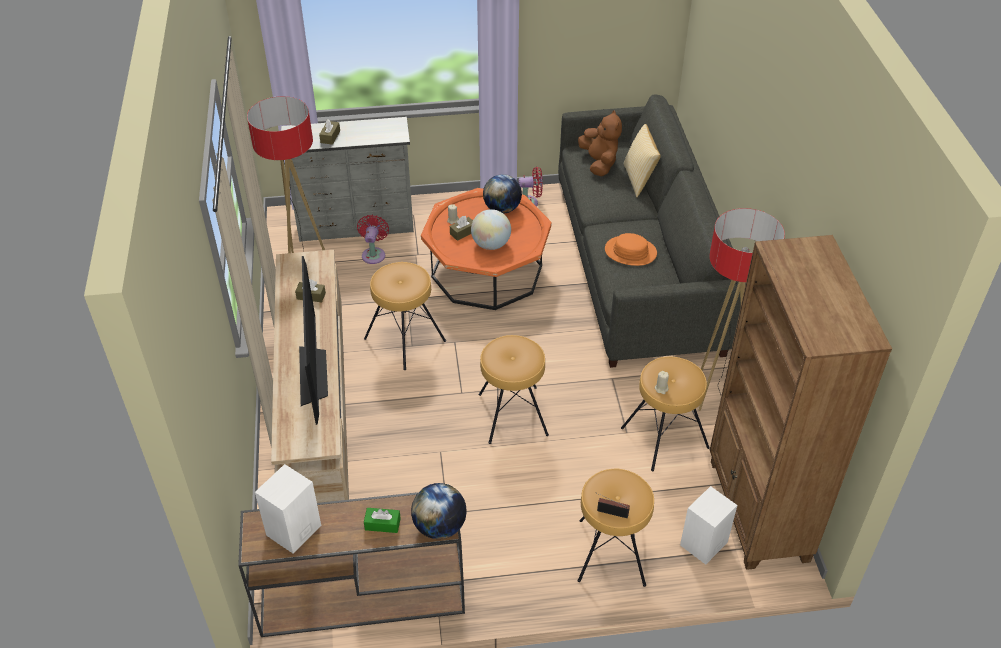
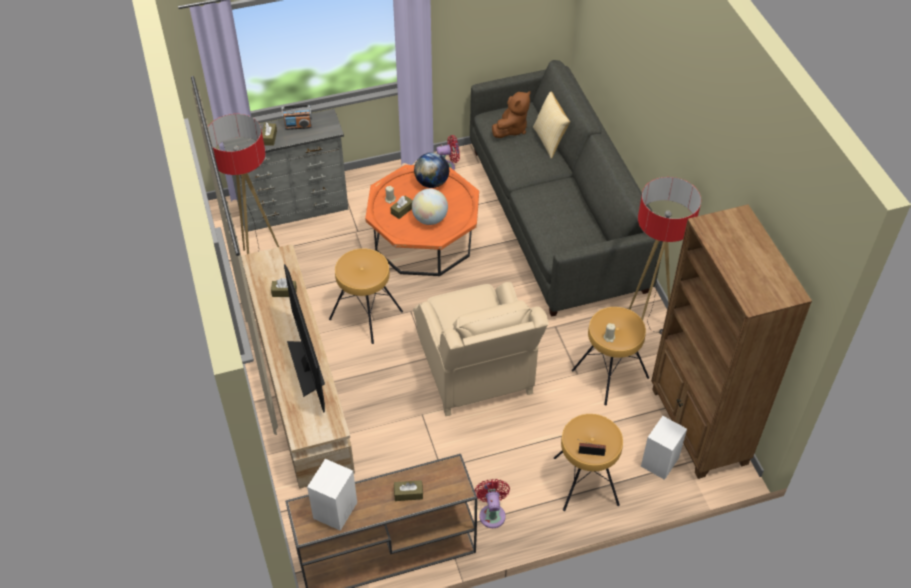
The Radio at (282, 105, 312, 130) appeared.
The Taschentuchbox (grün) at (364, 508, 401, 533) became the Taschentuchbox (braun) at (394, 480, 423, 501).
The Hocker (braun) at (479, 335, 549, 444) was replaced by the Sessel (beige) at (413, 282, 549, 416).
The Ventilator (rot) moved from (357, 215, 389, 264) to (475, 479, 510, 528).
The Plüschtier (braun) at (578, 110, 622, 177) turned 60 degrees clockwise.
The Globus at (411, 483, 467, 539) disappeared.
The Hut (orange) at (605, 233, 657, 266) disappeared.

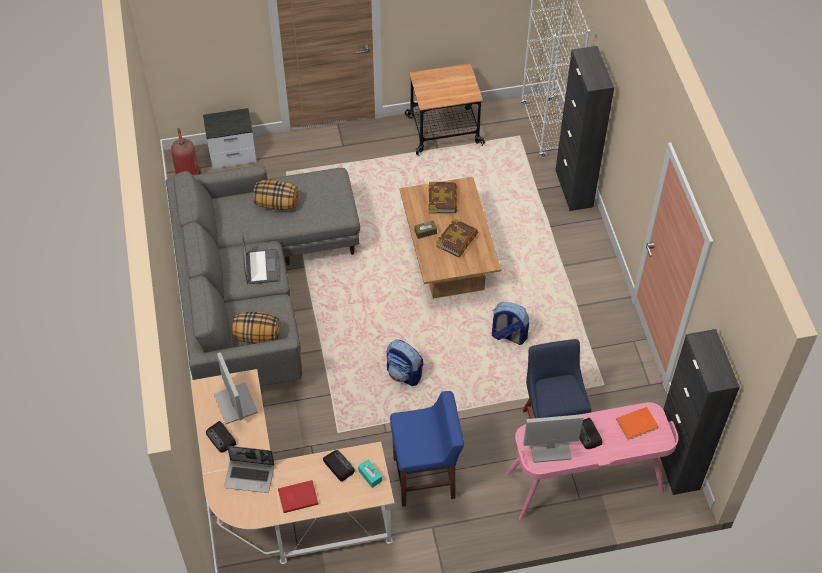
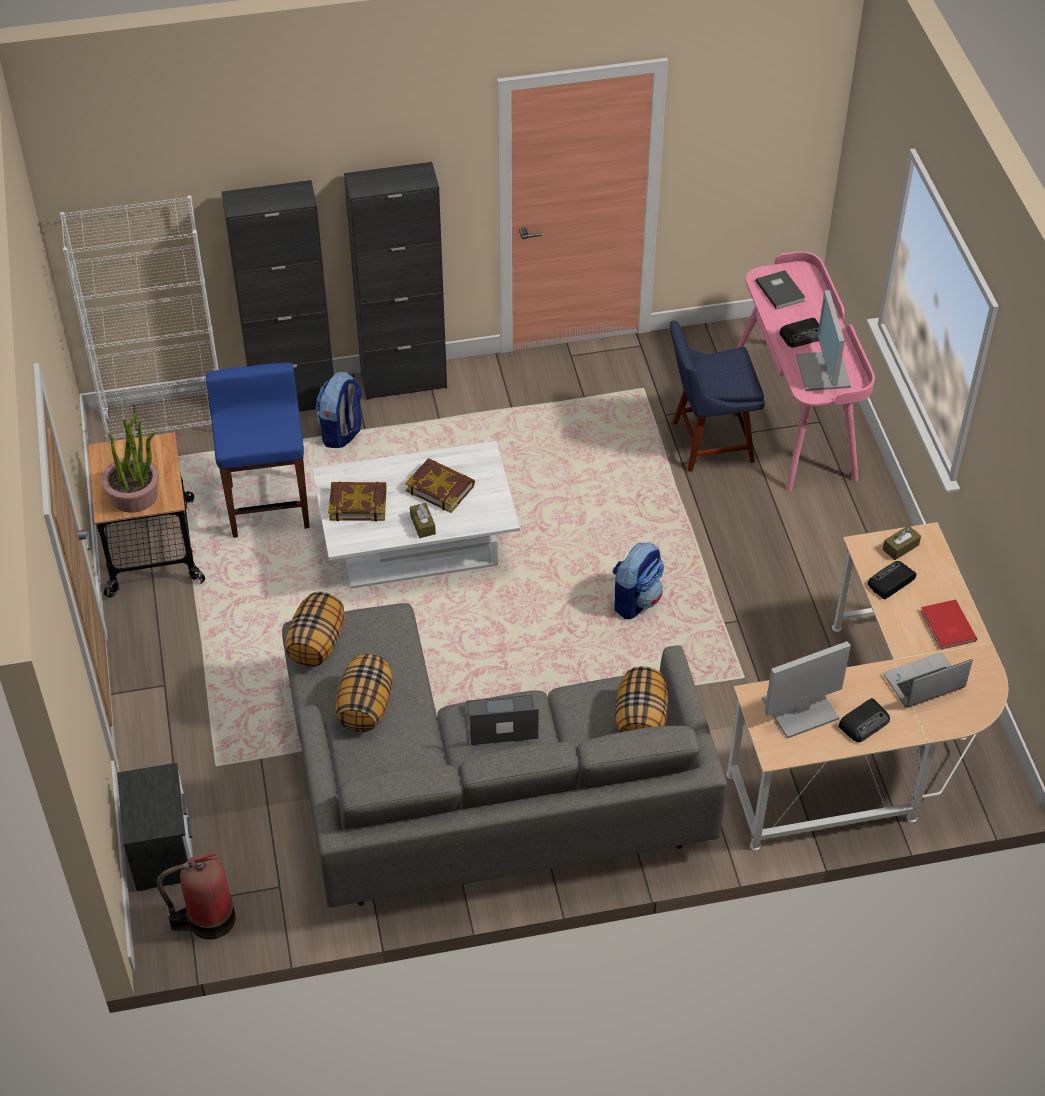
The Topfpflanze at (101, 413, 159, 513) appeared.
The Hocker (blau) moved from (390, 391, 464, 507) to (206, 363, 310, 538).
The Kissen at (286, 592, 345, 667) appeared.
The Couchtisch (braun) at (400, 177, 501, 299) became the Couchtisch (weiß) at (312, 441, 520, 589).
The Rucksack moved from (492, 302, 529, 345) to (316, 372, 362, 448).
The Schrank (schwarz) moved from (660, 329, 740, 495) to (344, 162, 447, 400).
The Buch (orange) at (616, 407, 659, 440) became the Buch (grau) at (756, 270, 806, 309).
The Taschentuchbox (türkis) at (358, 460, 382, 488) became the Taschentuchbox (braun) at (883, 525, 921, 560).
The Laptop at (224, 446, 274, 493) turned 120 degrees counterclockwise.

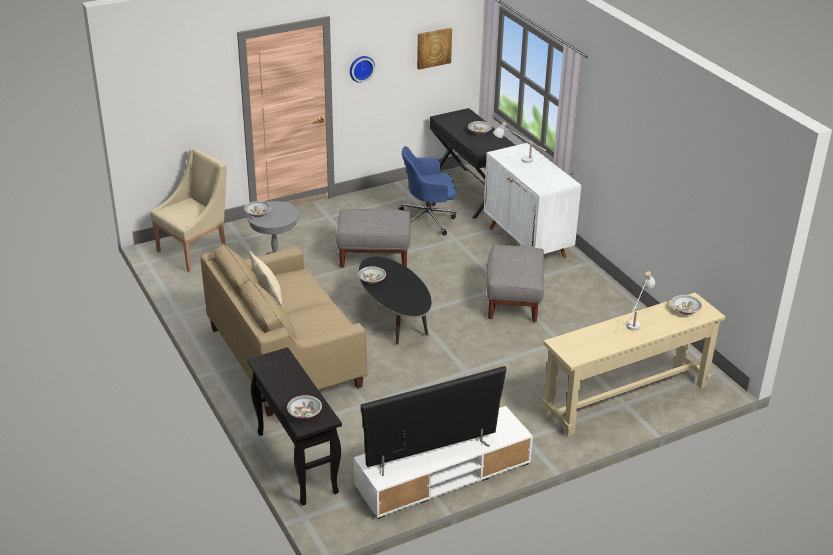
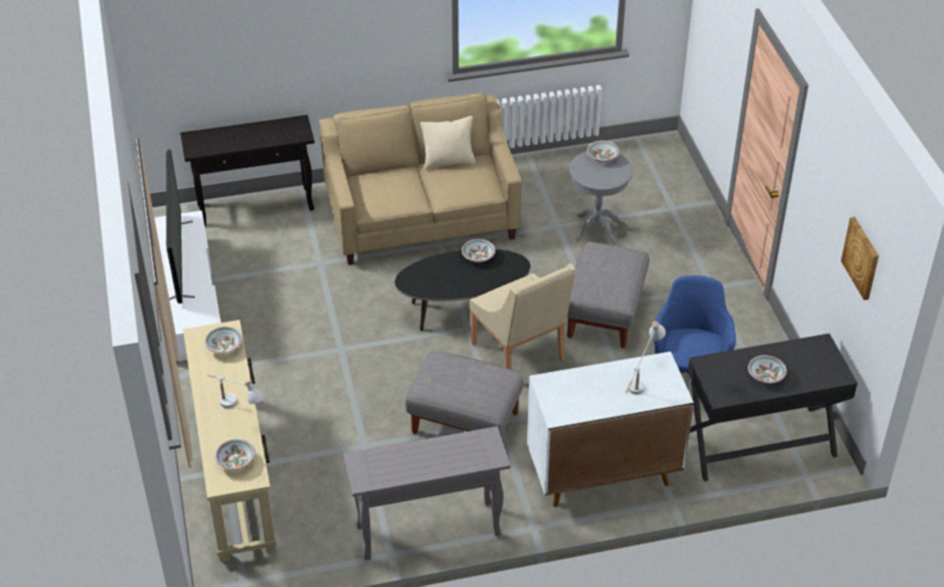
The Schüssel moved from (287, 395, 322, 419) to (205, 327, 242, 354).
The Konsolentisch (grau) at (343, 426, 510, 560) appeared.
The Sessel (beige) moved from (151, 148, 227, 272) to (469, 263, 576, 370).
The Wanduhr at (350, 56, 375, 83) disappeared.

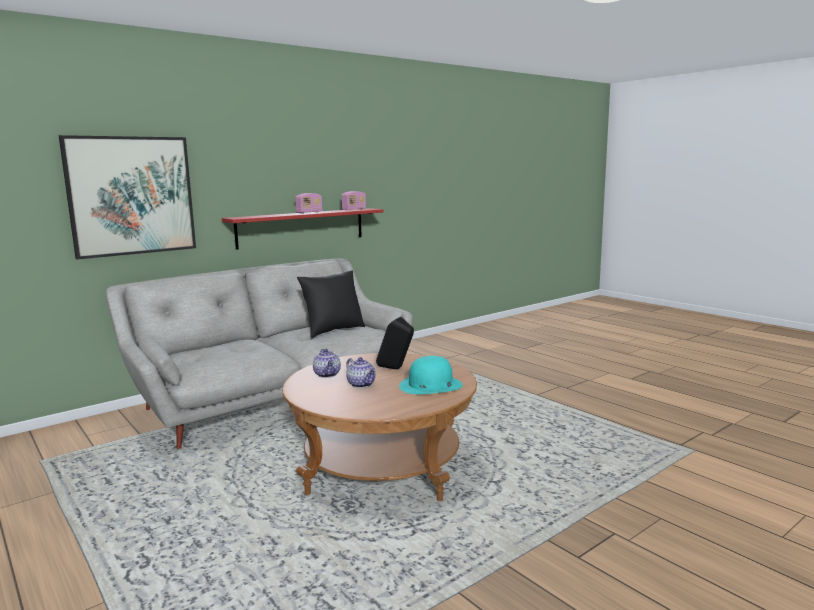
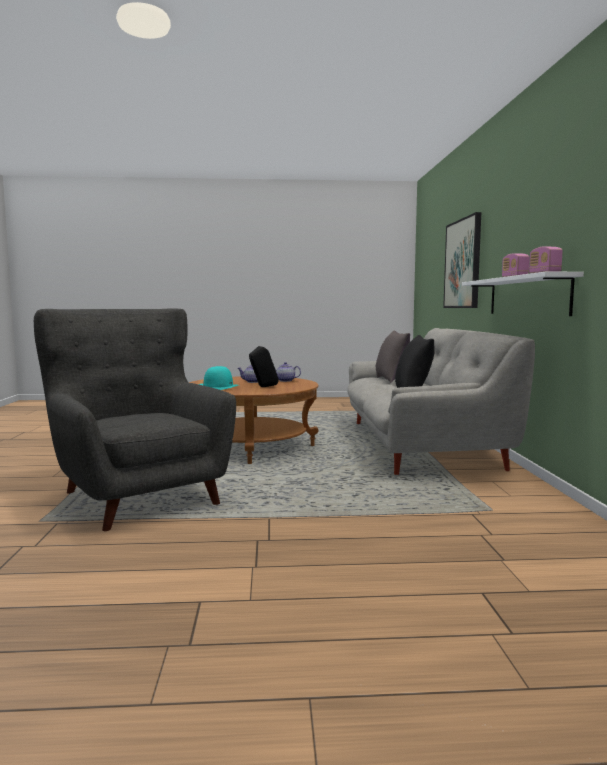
The Sessel (grau) at (34, 309, 236, 531) appeared.
The Kissen (grau) at (376, 331, 410, 383) appeared.
The Wandregal (rot) at (222, 208, 383, 250) became the Wandregal (weiß) at (462, 272, 584, 316).

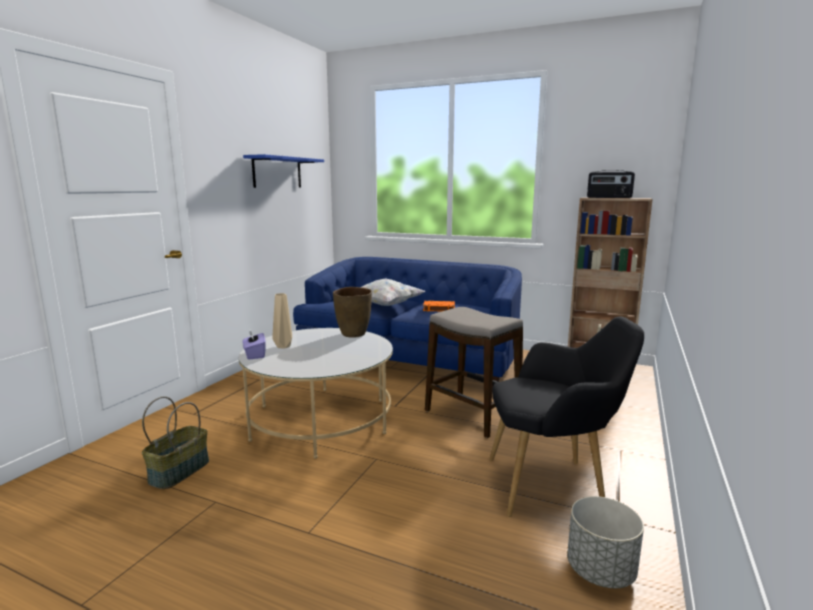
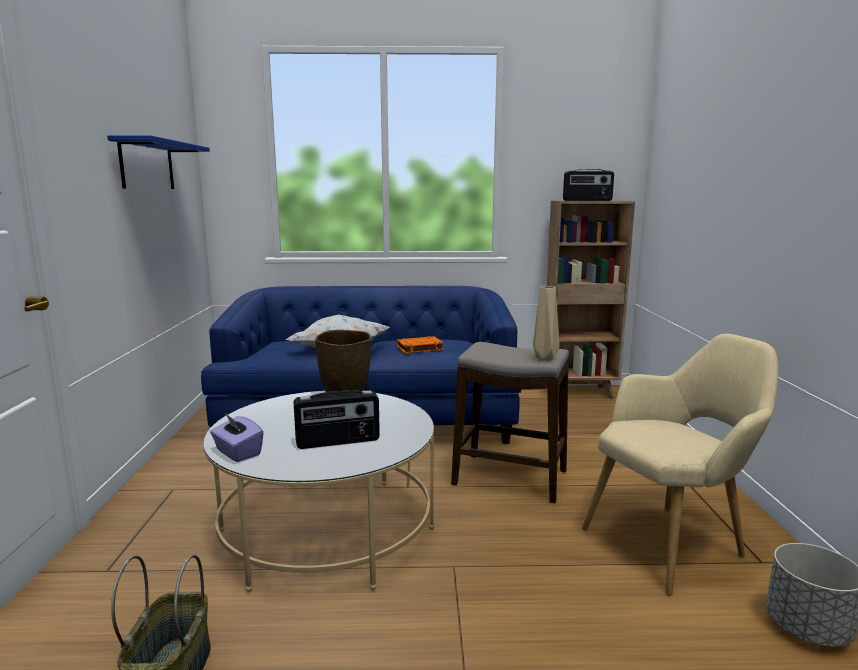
The Radio at (294, 390, 380, 449) appeared.
The Vase (beige) moved from (272, 293, 292, 349) to (533, 286, 560, 360).
The Sessel (schwarz) at (489, 317, 644, 517) became the Sessel (beige) at (582, 334, 778, 596).

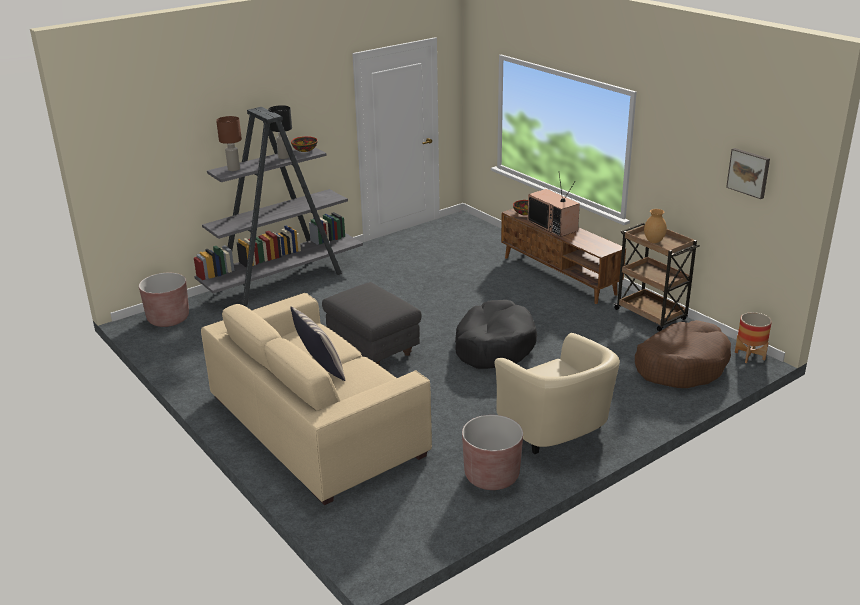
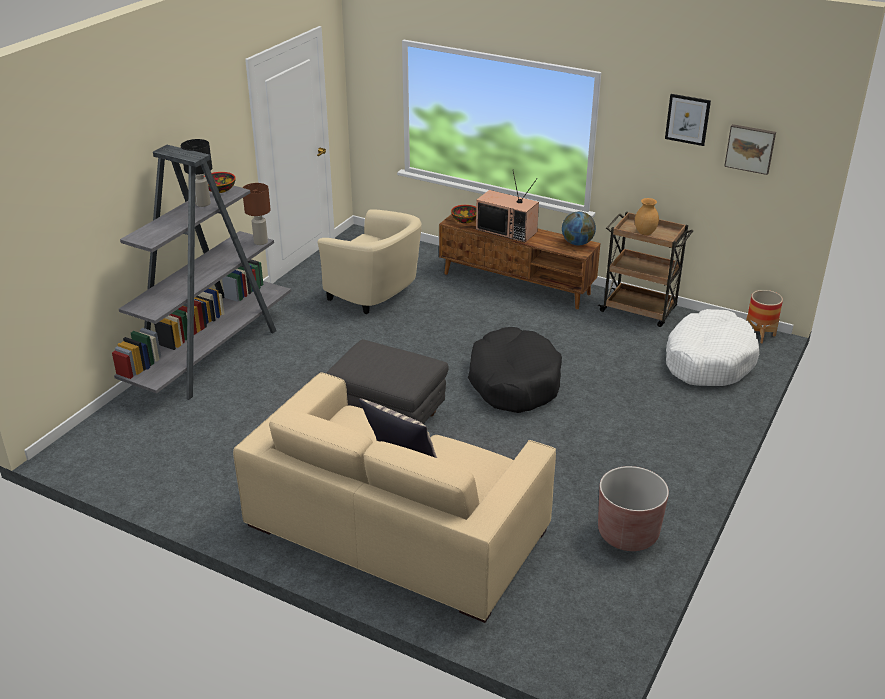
The Tischlampe (braun) moved from (216, 116, 242, 171) to (243, 183, 271, 245).
The Sessel (beige) moved from (495, 333, 620, 454) to (318, 209, 422, 314).
The Globus at (562, 211, 596, 245) appeared.
The Bild at (665, 94, 711, 146) appeared.
The Hundebett (braun) at (635, 320, 731, 388) became the Hundebett (weiß) at (666, 309, 759, 386).
The Pflanzkübel (braun) at (139, 273, 189, 327) disappeared.

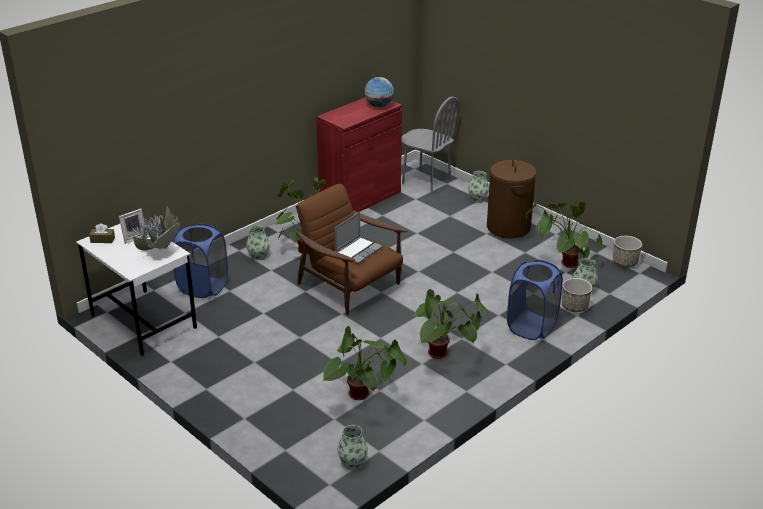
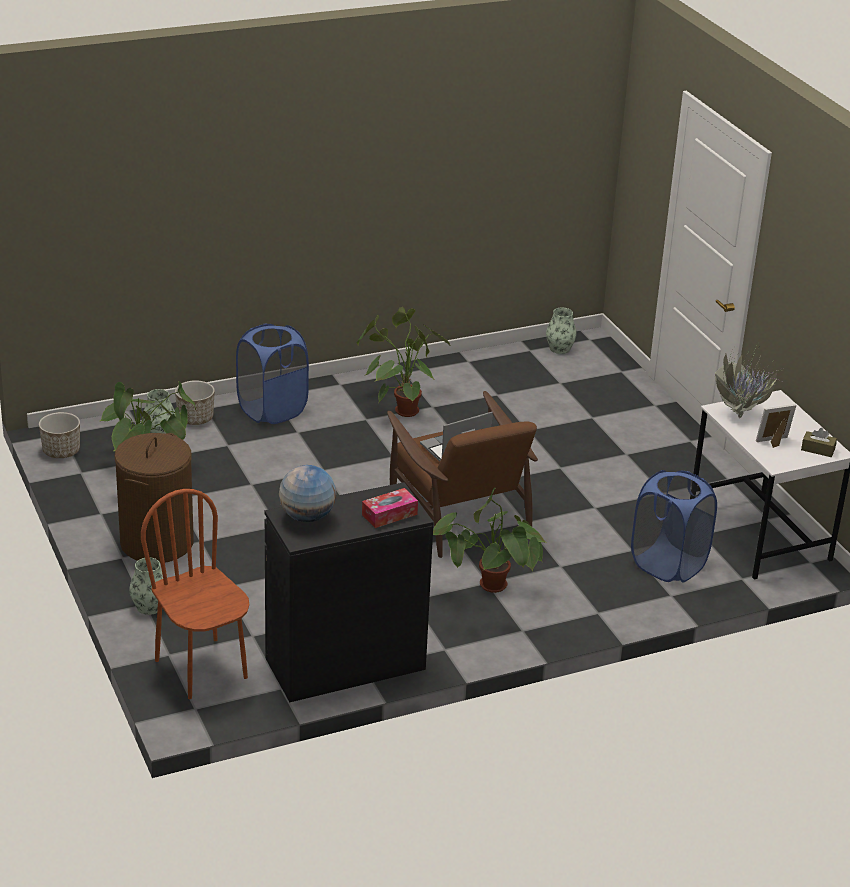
The Stuhl (grau) at (402, 97, 459, 194) became the Stuhl (braun) at (141, 489, 249, 699).
The Schrank (rot) at (316, 98, 402, 212) became the Schrank (schwarz) at (265, 482, 434, 702).
The Taschentuchbox at (362, 488, 418, 528) appeared.
The Vase at (246, 225, 269, 260) disappeared.
The Topfpflanze at (322, 326, 406, 400) disappeared.

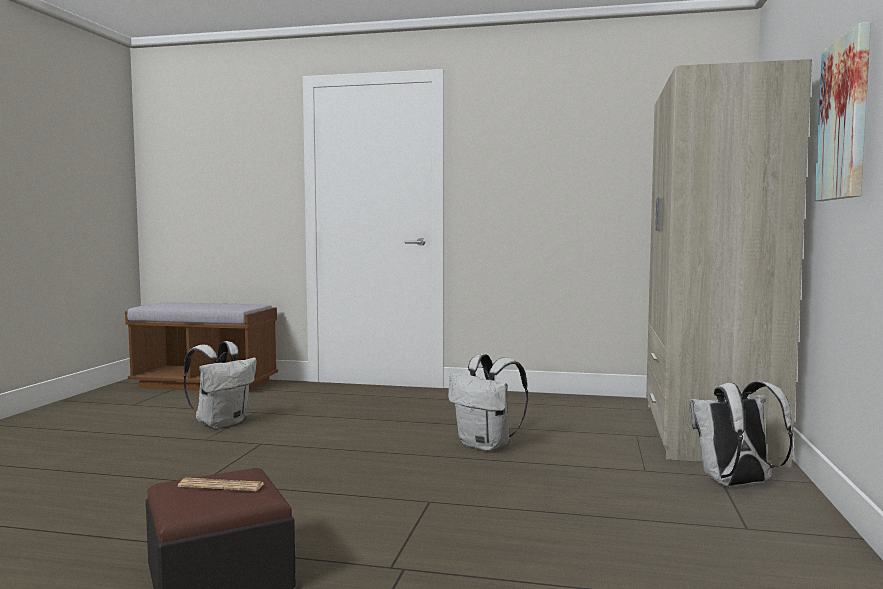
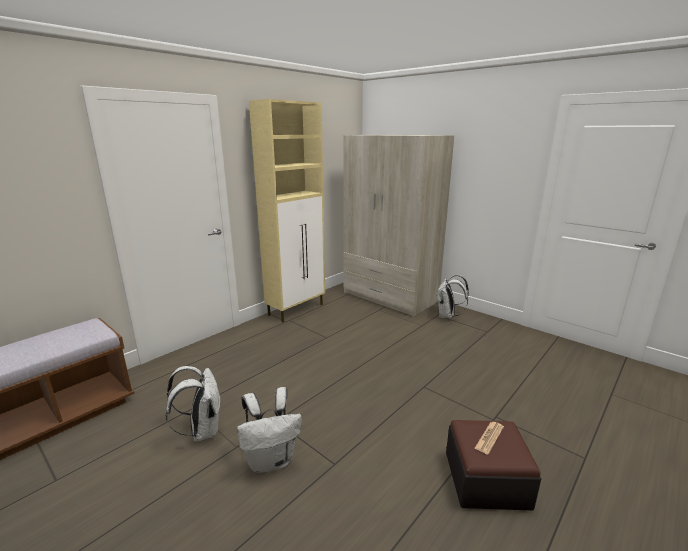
The Rucksack (weiß) moved from (448, 354, 528, 451) to (237, 387, 302, 473).
The Schrank (beige) at (249, 99, 325, 322) appeared.
The Bild at (814, 22, 871, 201) disappeared.

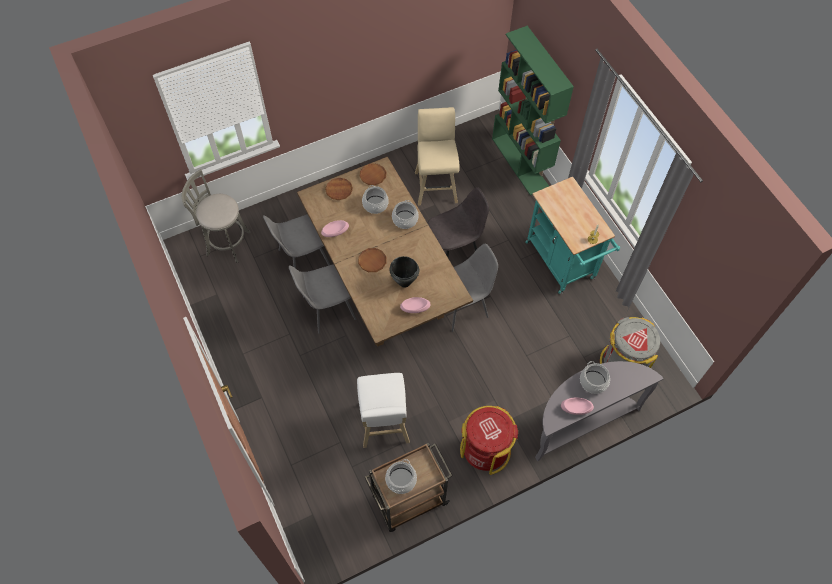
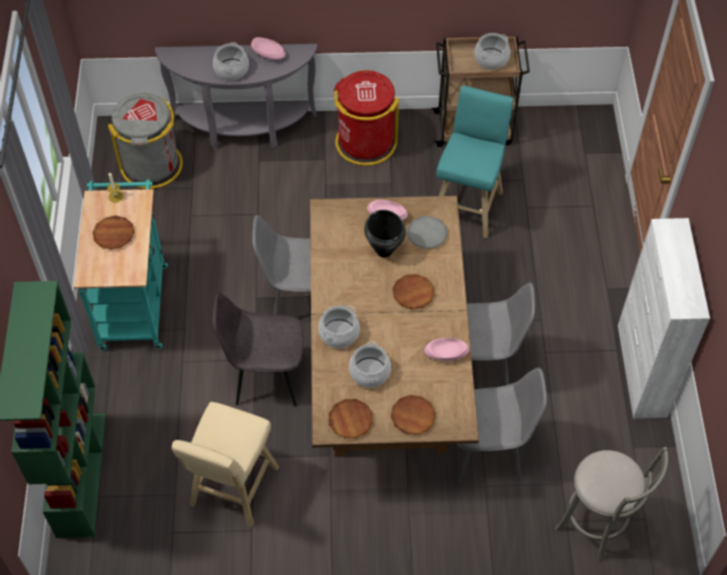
The Teller (braun) at (92, 215, 135, 250) appeared.
The Teller (grau) at (407, 216, 448, 249) appeared.
The Hocker (weiß) at (357, 373, 410, 448) became the Hocker (türkis) at (436, 85, 513, 238).
The Schrank (weiß) at (618, 218, 710, 419) appeared.

